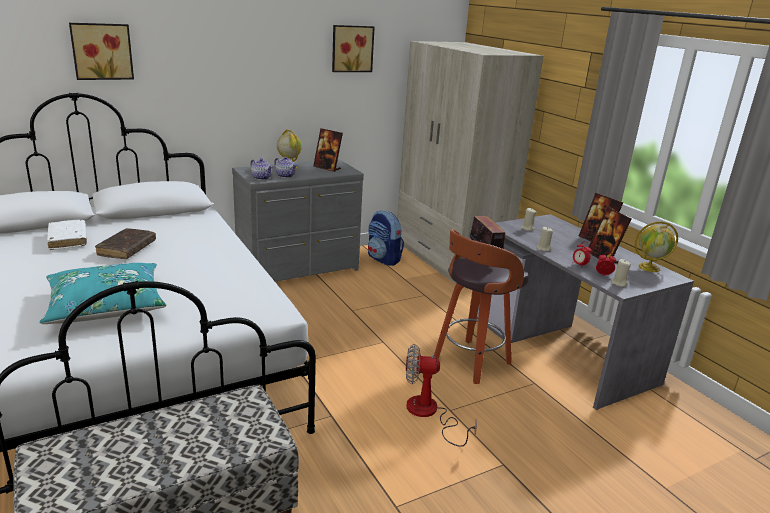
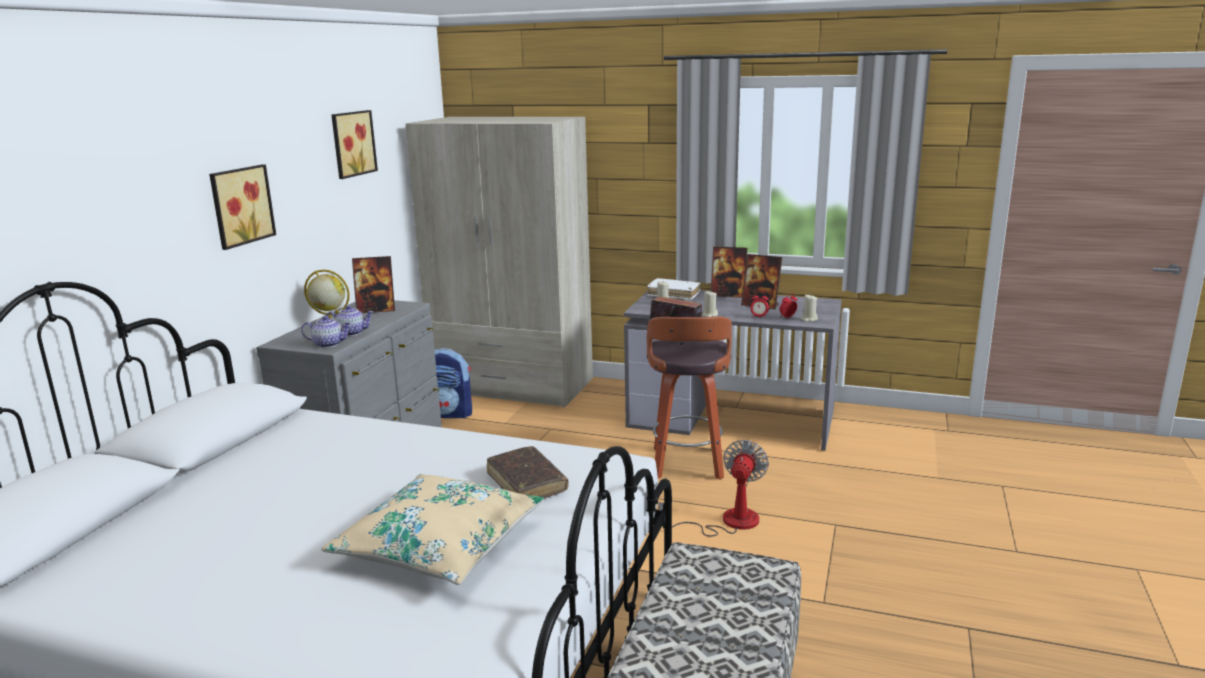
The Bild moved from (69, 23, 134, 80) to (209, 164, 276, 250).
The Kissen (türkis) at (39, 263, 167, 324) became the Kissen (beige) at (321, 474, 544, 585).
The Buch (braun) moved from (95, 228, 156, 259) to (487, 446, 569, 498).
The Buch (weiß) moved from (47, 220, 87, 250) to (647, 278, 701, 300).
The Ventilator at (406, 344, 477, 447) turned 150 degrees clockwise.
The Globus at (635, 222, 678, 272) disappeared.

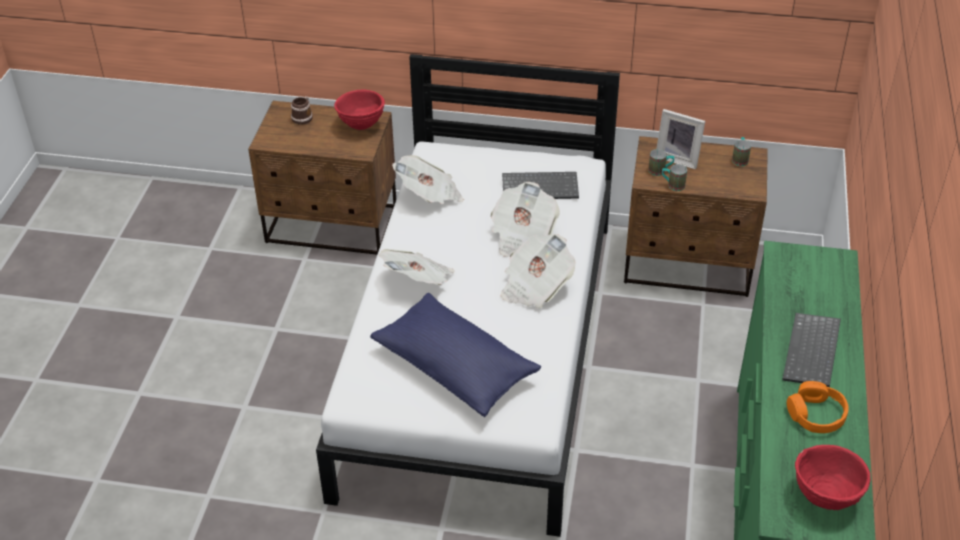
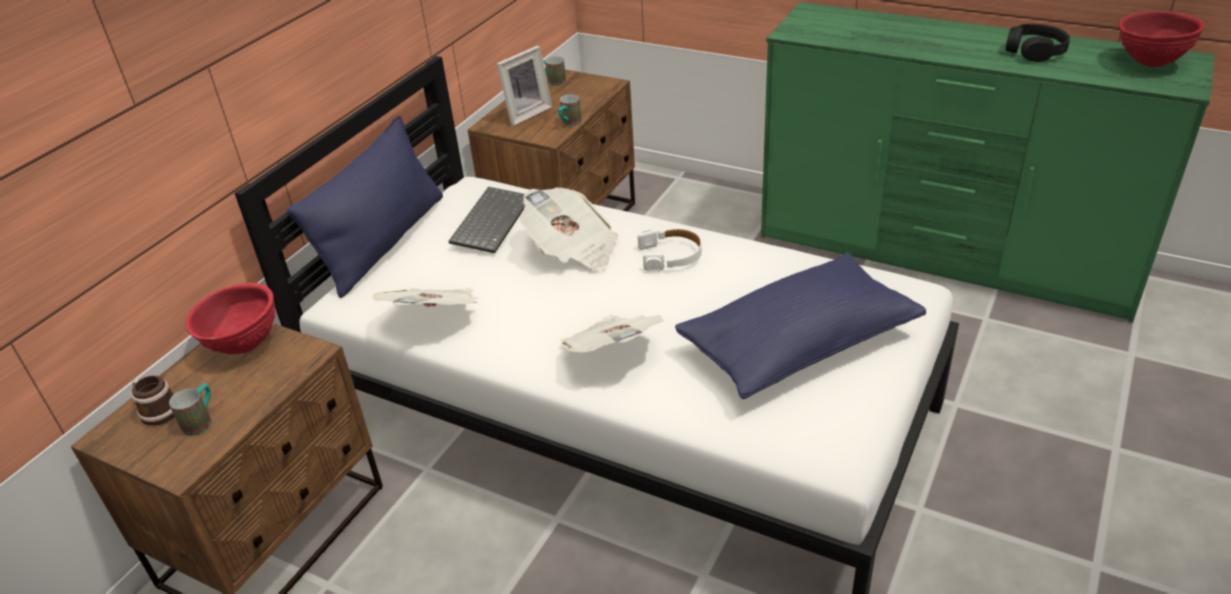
The Henkelbecher moved from (648, 149, 674, 176) to (169, 383, 212, 436).
The Kissen (blau) at (287, 116, 443, 298) appeared.
The Zeitung at (500, 234, 575, 309) was replaced by the Kopfhörer (weiß) at (638, 229, 702, 272).
The Kopfhörer (orange) at (787, 381, 849, 433) became the Kopfhörer (schwarz) at (1006, 24, 1070, 62).
The Tastatur at (783, 313, 841, 387) disappeared.

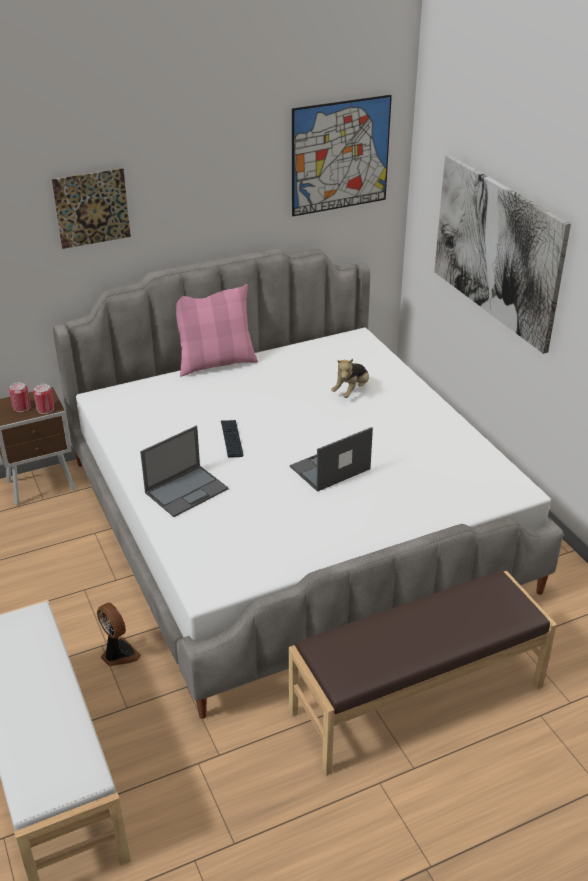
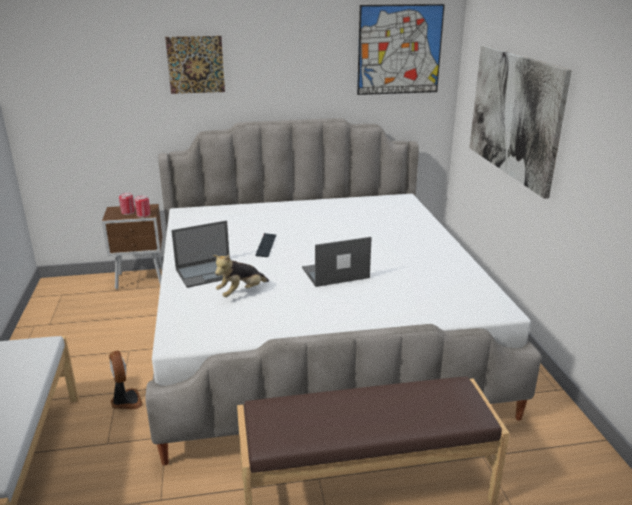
The Plüschtier moved from (331, 359, 369, 398) to (213, 255, 269, 297).
The Kissen (rosa) at (176, 284, 258, 376) disappeared.

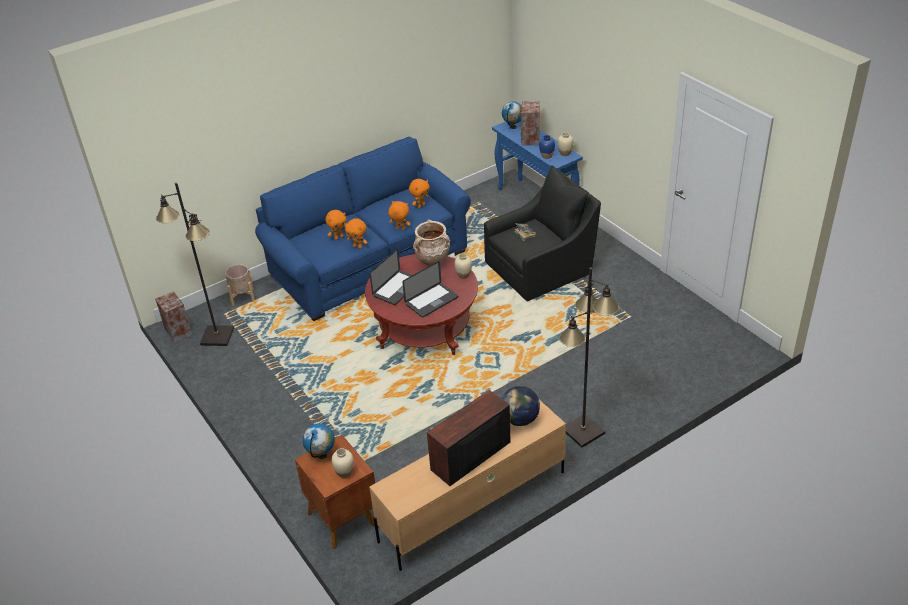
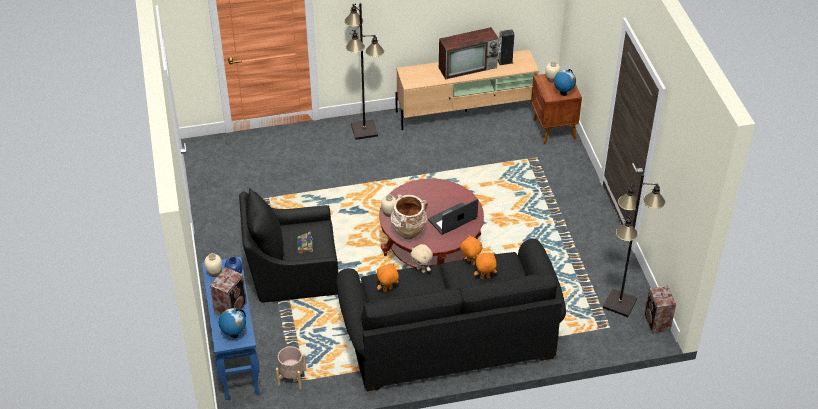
The Pflanzkübel (beige) moved from (225, 264, 255, 306) to (276, 346, 307, 389).
The Sofa (blau) at (255, 137, 471, 321) became the Sofa (schwarz) at (337, 239, 566, 391).
The Plüschtier (orange) at (388, 201, 410, 230) became the Plüschtier (beige) at (410, 244, 433, 273).
The Lautsprecher at (498, 29, 515, 65) appeared.
The Laptop at (402, 261, 458, 318) disappeared.
The Globus at (501, 386, 540, 426) disappeared.

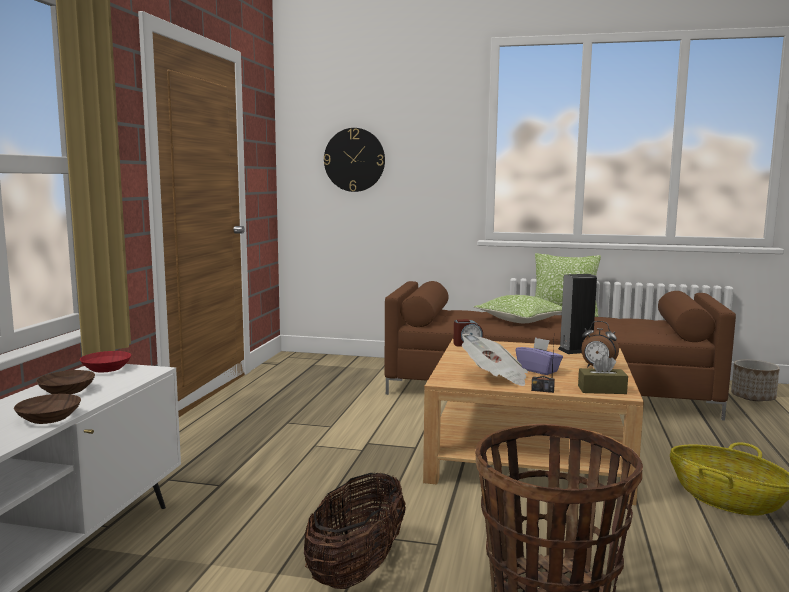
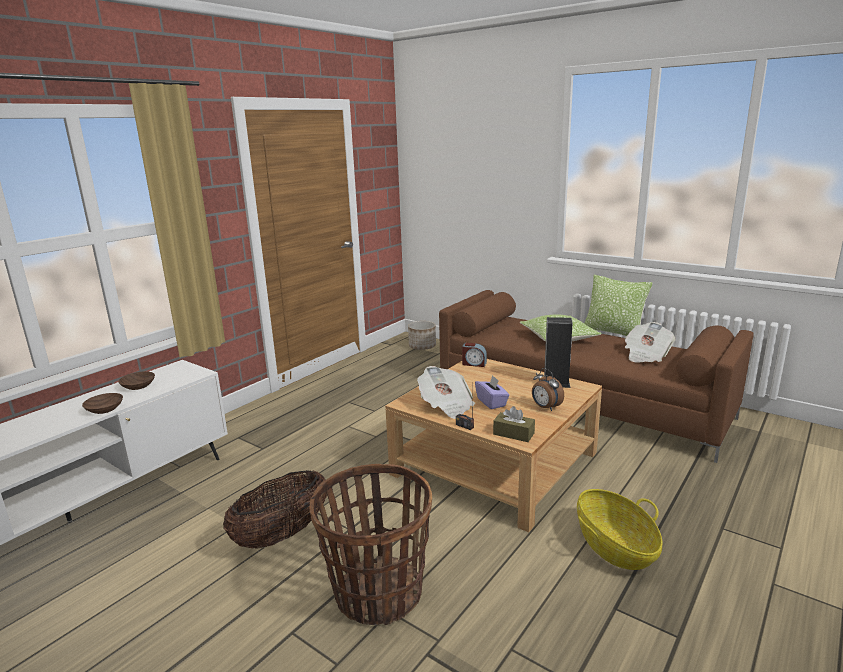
The Pflanzkübel moved from (731, 359, 780, 401) to (408, 321, 436, 350).
The Zeitung at (625, 322, 675, 362) appeared.
The Schüssel (rot) at (80, 351, 131, 372) disappeared.
The Wanduhr at (324, 128, 385, 192) disappeared.

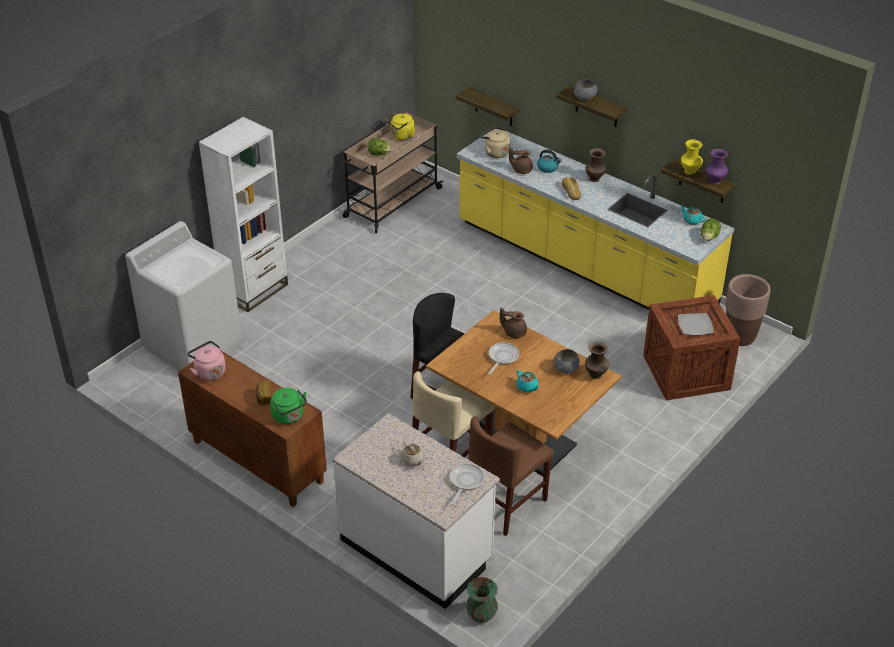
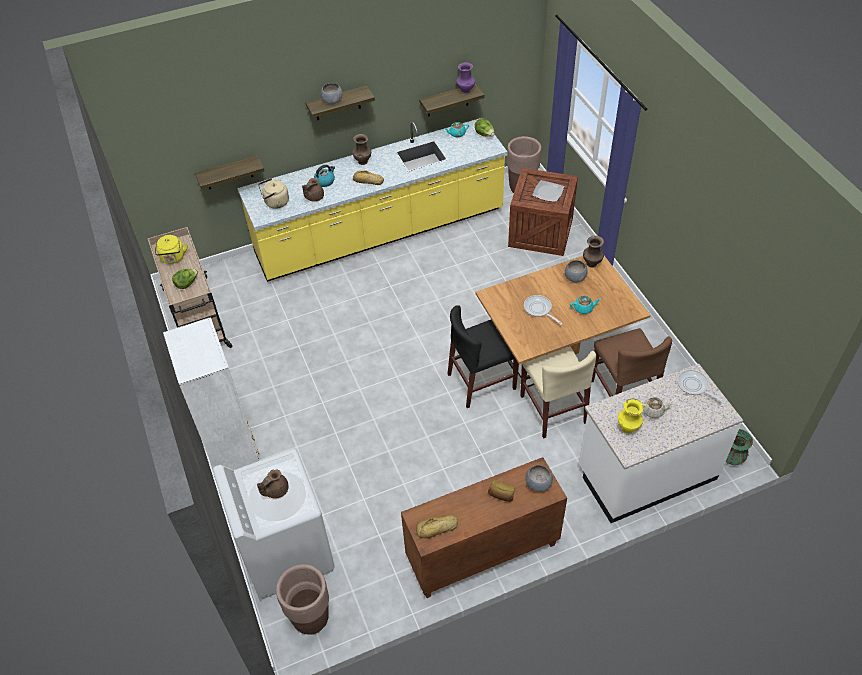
The Teekanne (braun) moved from (500, 307, 527, 338) to (257, 469, 288, 499).
The Pflanzkübel (braun) at (276, 564, 329, 635) appeared.
The Wasserkessel (rosa) at (187, 341, 226, 381) was replaced by the Brot at (416, 515, 458, 538).
The Wasserkessel (grün) at (270, 388, 307, 424) was replaced by the Schüssel (grau) at (525, 465, 553, 492).
The Vase (gelb) moved from (681, 139, 703, 175) to (618, 399, 644, 433).

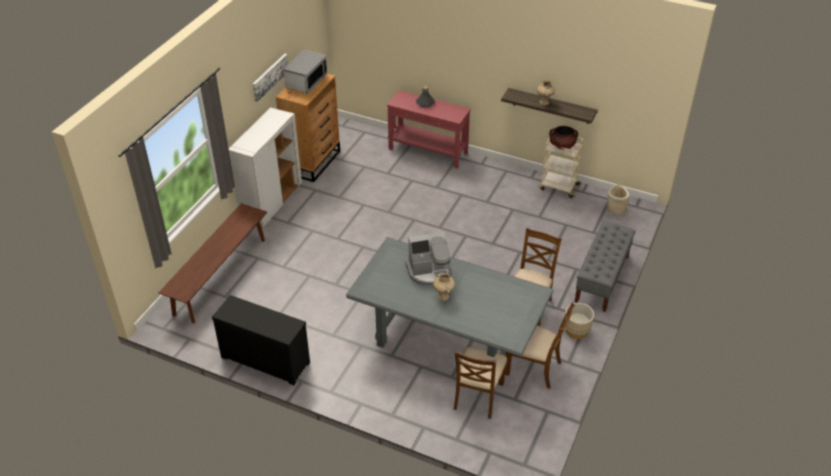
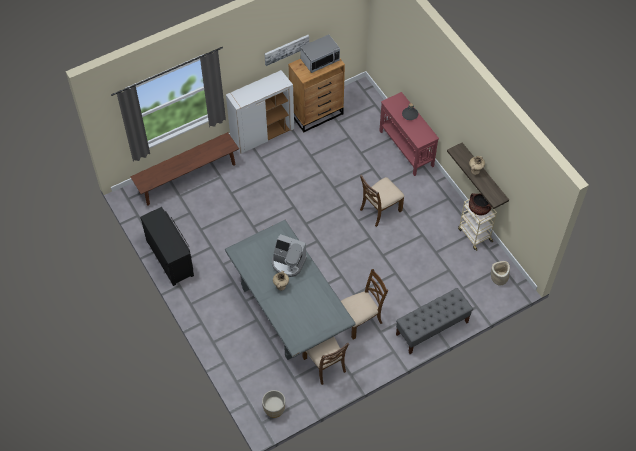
The Pflanzkübel (beige) moved from (565, 303, 594, 339) to (262, 390, 285, 418).
The Stuhl (braun) moved from (453, 347, 507, 419) to (360, 175, 404, 227).

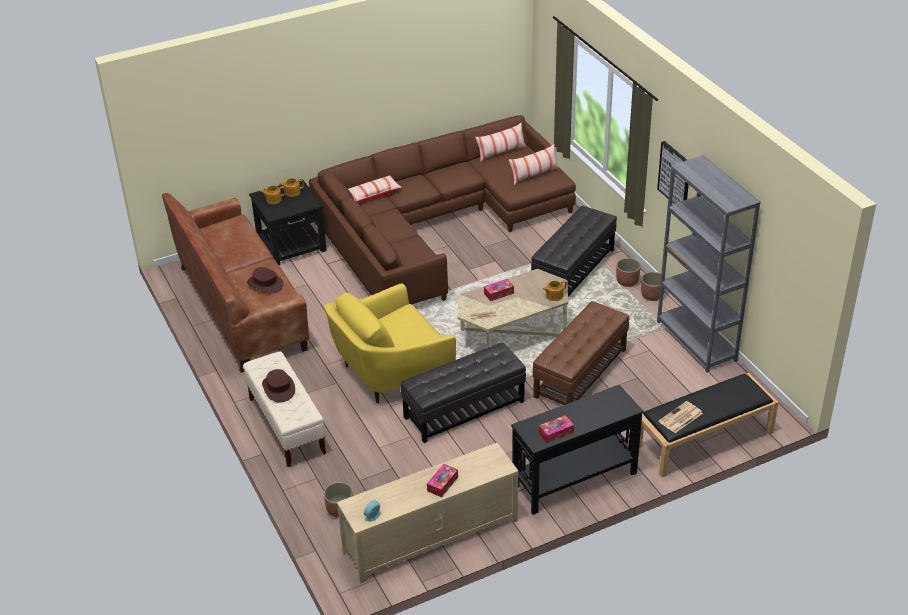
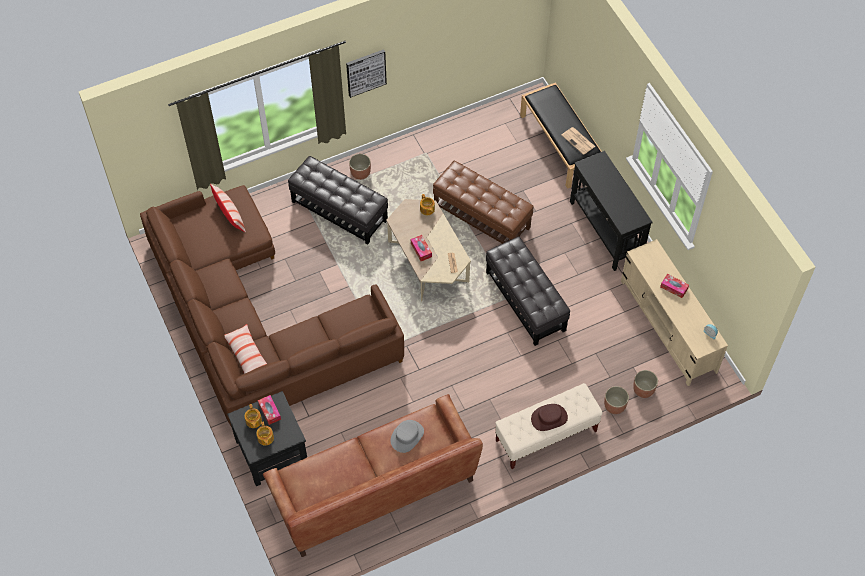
The Taschentuchbox moved from (539, 415, 574, 443) to (258, 395, 281, 425).
The Hut (braun) at (247, 267, 284, 293) became the Hut (grau) at (391, 420, 424, 453).
The Pflanzkübel moved from (641, 272, 666, 301) to (604, 386, 629, 414).
The Sessel (gelb) at (324, 283, 456, 404) disappeared.
The Kissen at (475, 122, 526, 162) disappeared.
The Bücherregal (grau) at (657, 155, 761, 372) disappeared.

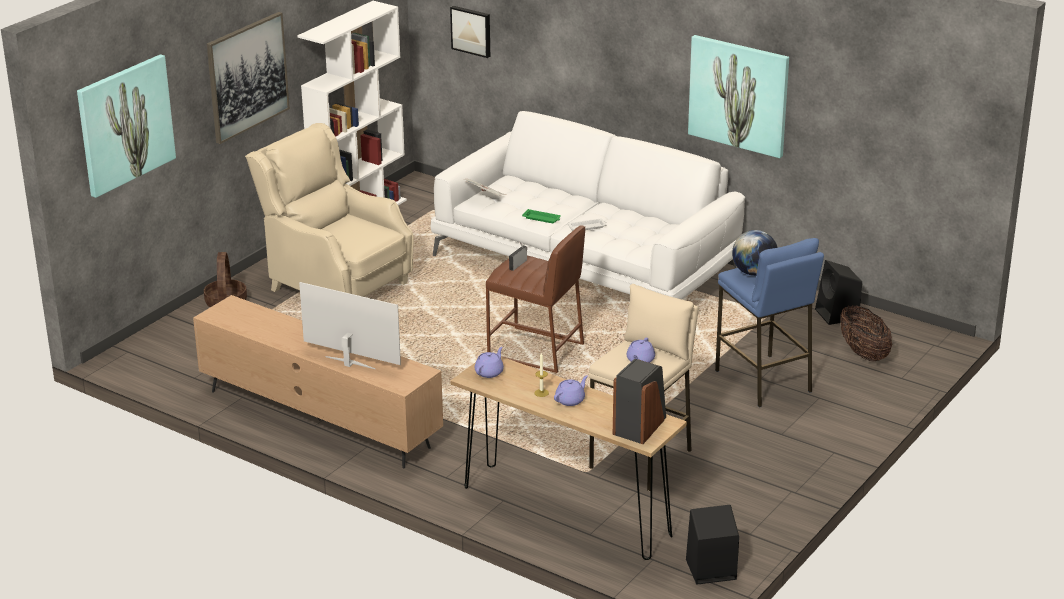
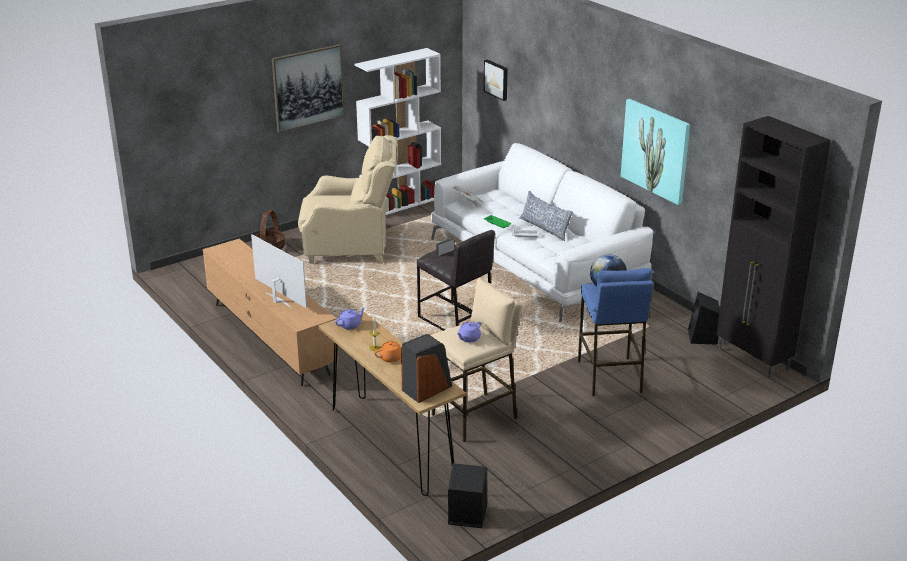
The Sessel (beige) at (245, 123, 414, 297) turned 120 degrees clockwise.
The Teekanne (lila) at (554, 376, 588, 406) became the Teekanne (orange) at (374, 341, 408, 363).
The Hocker (braun) at (486, 225, 585, 373) became the Hocker (grau) at (417, 230, 495, 331).
The Kissen at (519, 191, 573, 241) appeared.
The Schrank (schwarz) at (717, 116, 831, 379) appeared.
The Bild at (77, 54, 176, 198) disappeared.
The Korb at (840, 305, 892, 361) disappeared.

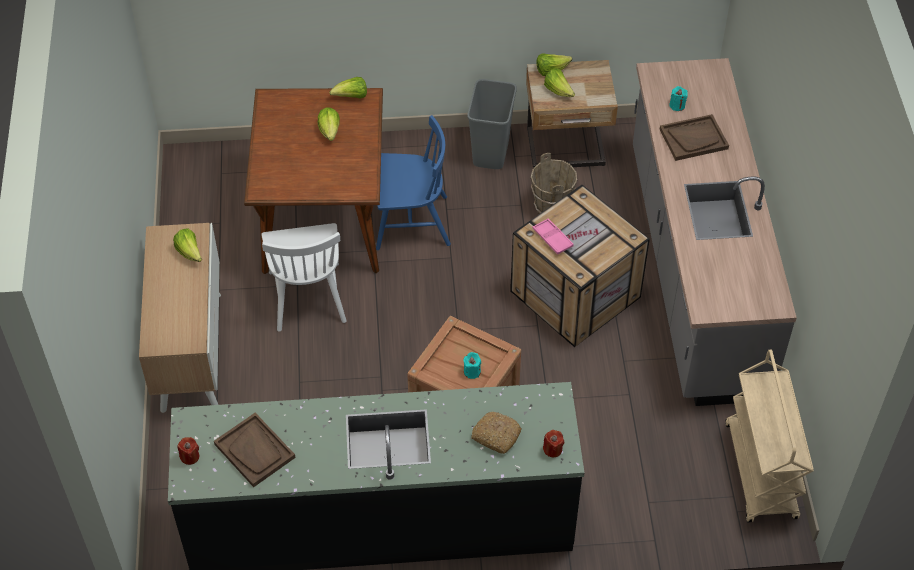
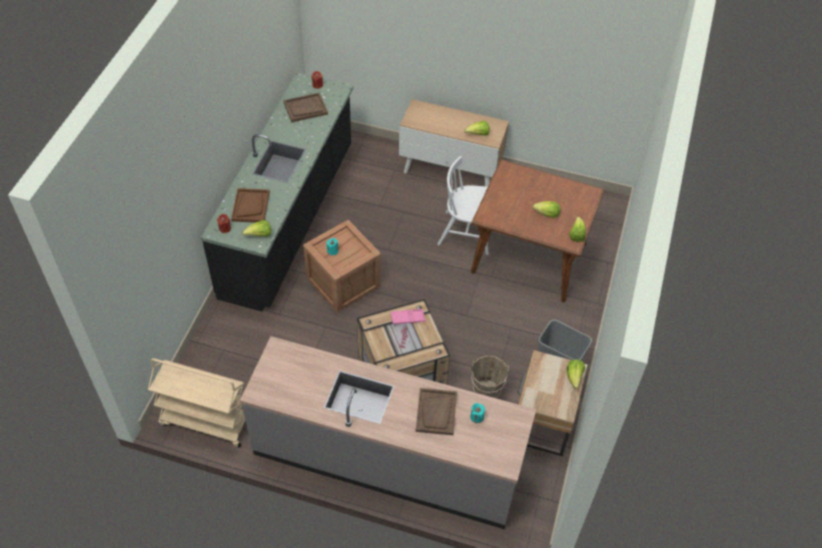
The Brot at (471, 412, 522, 454) was replaced by the Tablett (braun) at (231, 188, 270, 223).
The Salatkopf moved from (544, 68, 575, 97) to (242, 220, 271, 237).
The Stuhl (blau) at (376, 115, 451, 250) disappeared.

